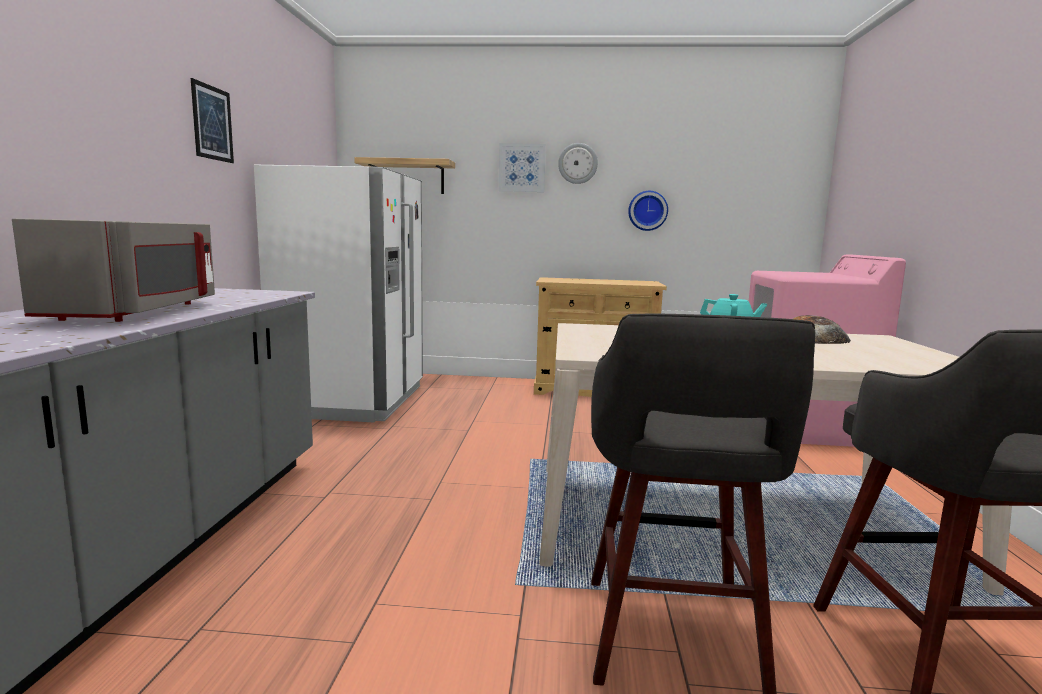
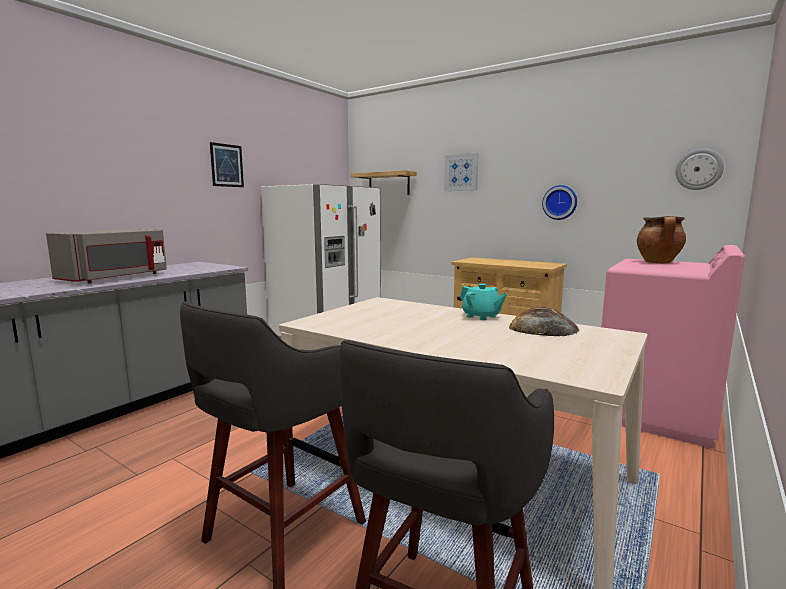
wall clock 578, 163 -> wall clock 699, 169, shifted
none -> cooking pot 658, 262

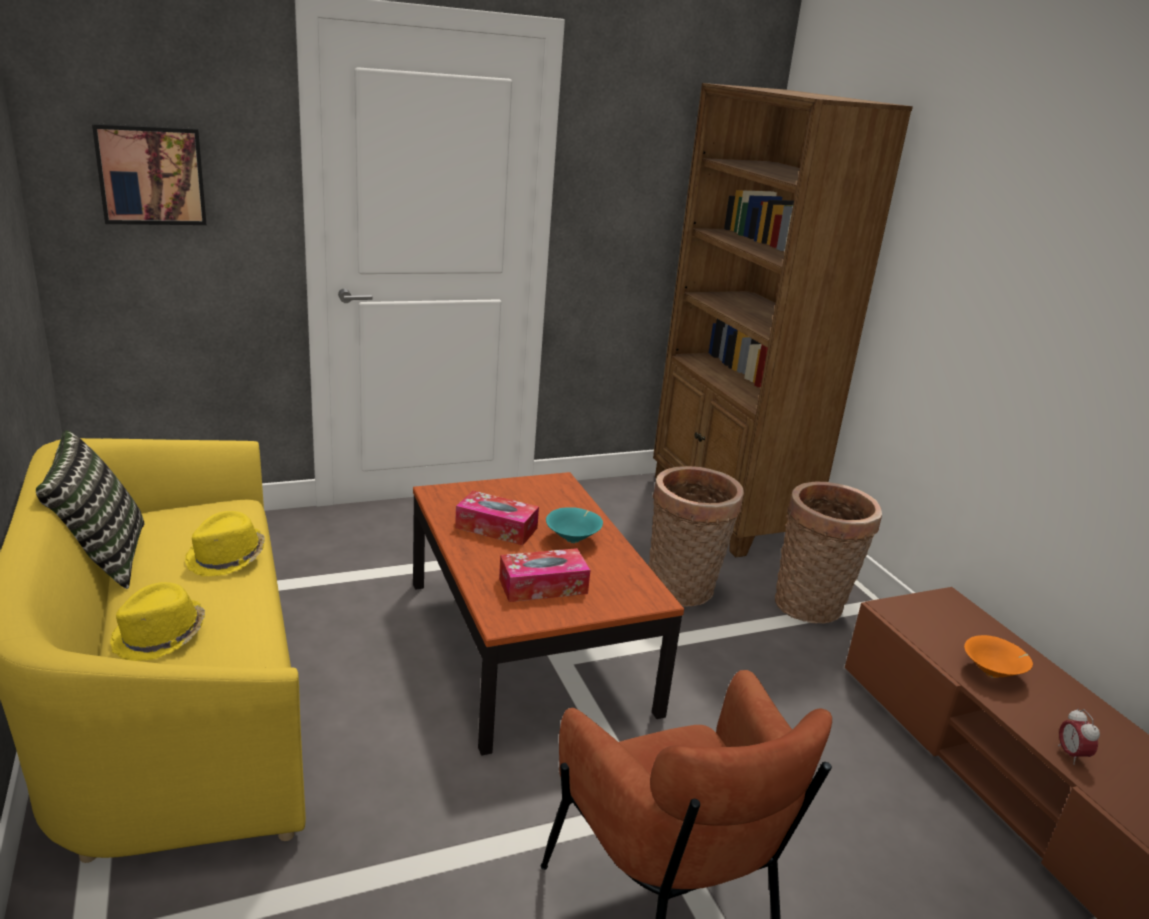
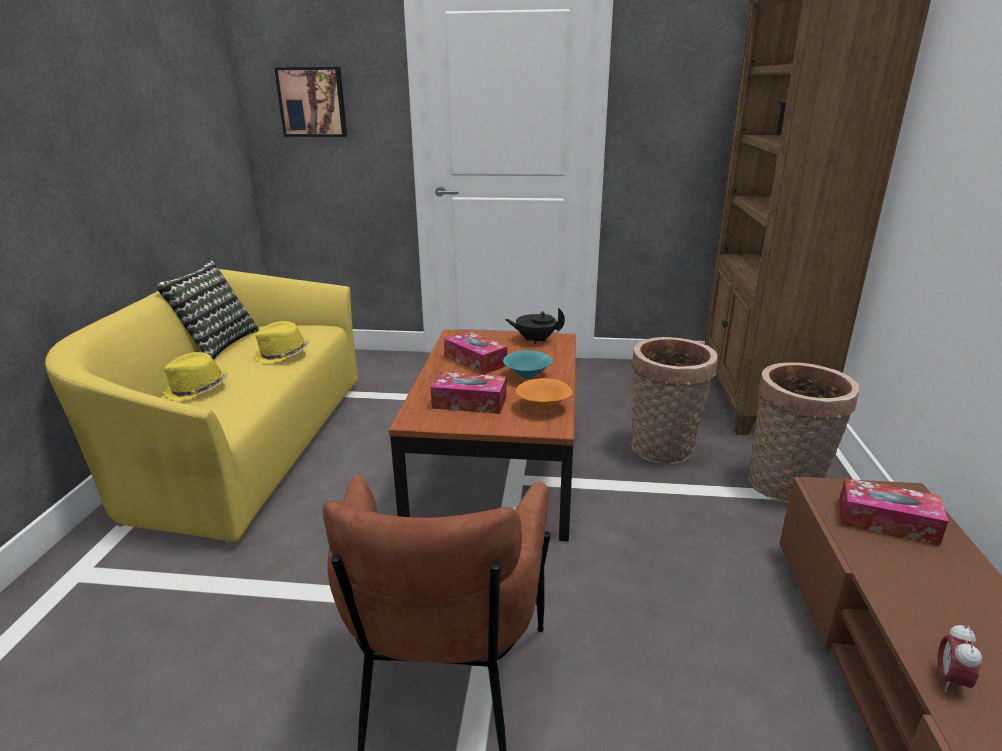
orange bowl 993, 673 -> orange bowl 544, 408, shifted
none -> black teapot 535, 340
none -> tissue box 886, 522

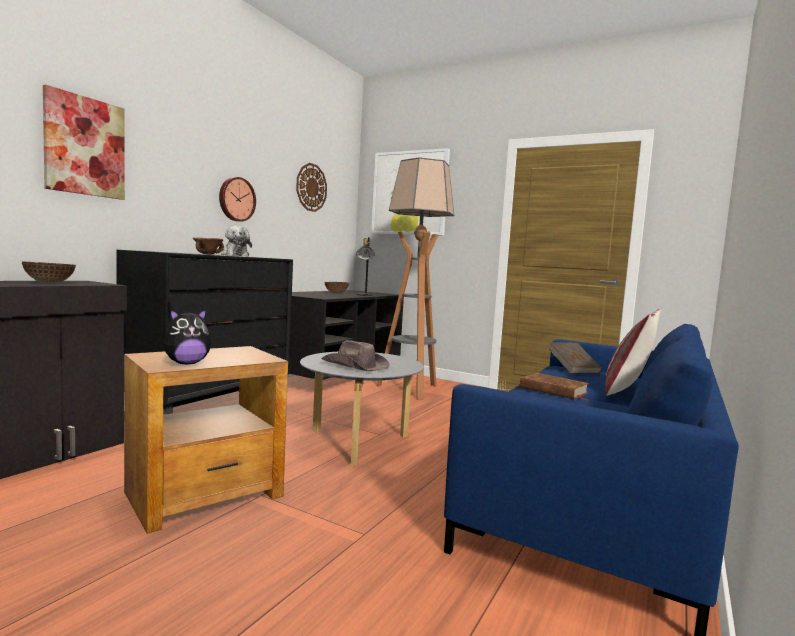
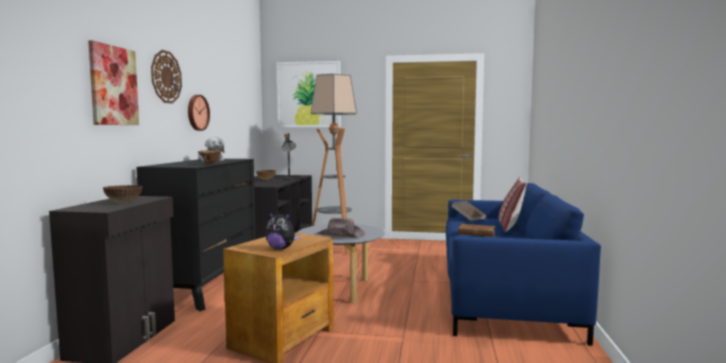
wall clock 311, 187 -> wall clock 166, 77, shifted
plush toy 187, 363 -> plush toy 281, 248, 75 degrees clockwise

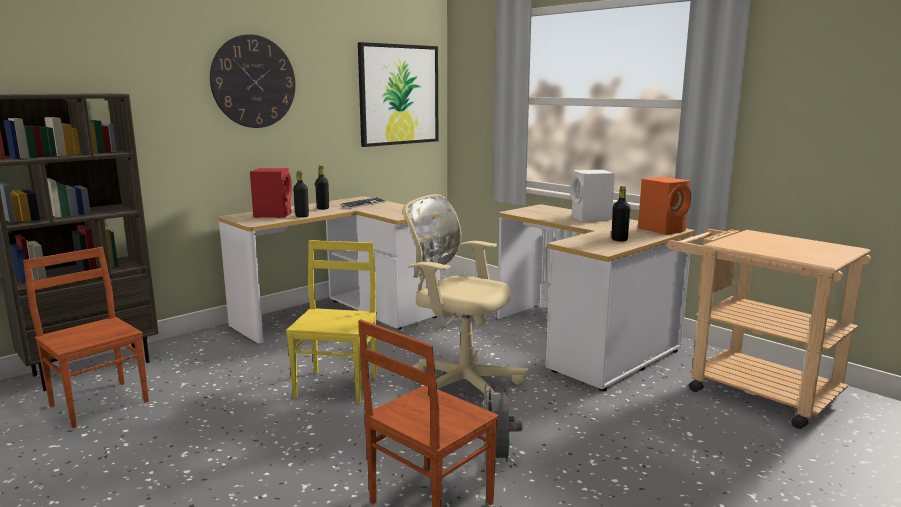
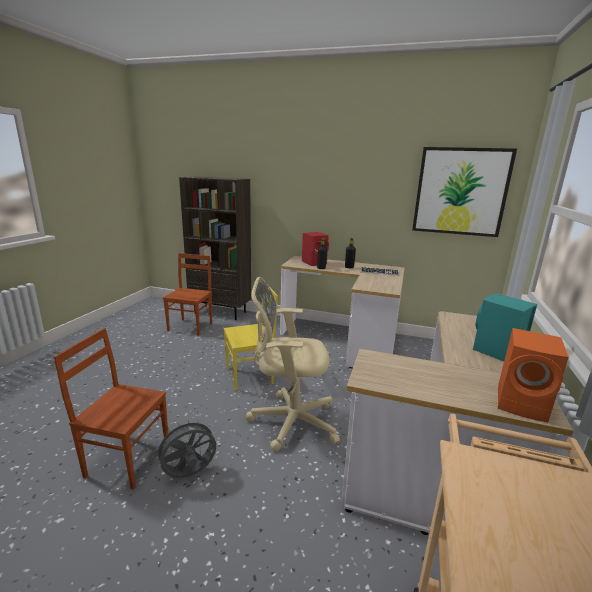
wall clock 253, 82 -> none
white speaker 591, 218 -> turquoise speaker 496, 352
black bottle 619, 240 -> none
beige office chair 461, 385 -> beige office chair 289, 421, 90 degrees counterclockwise

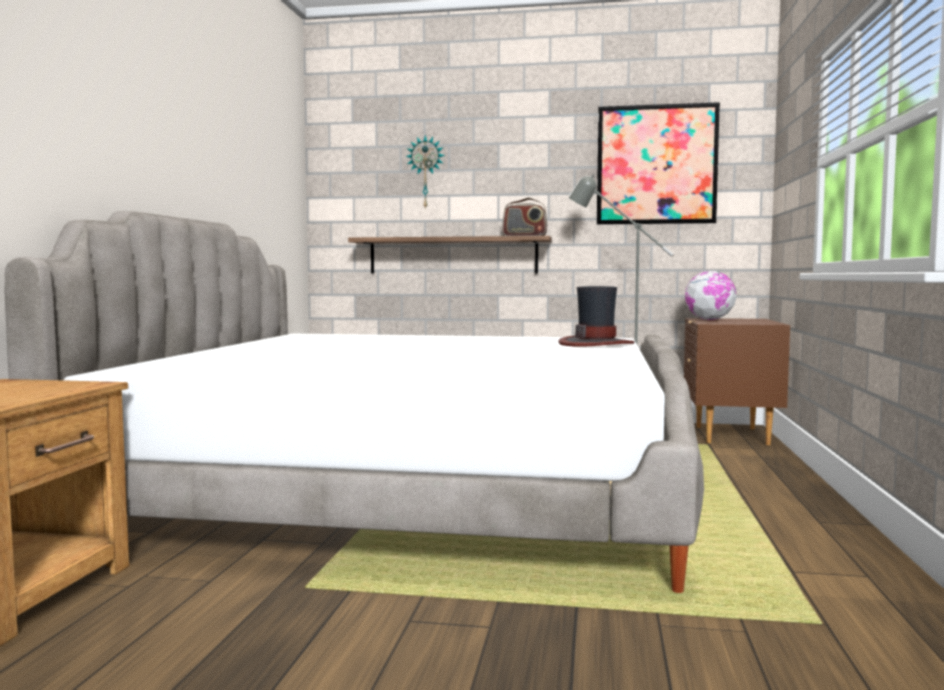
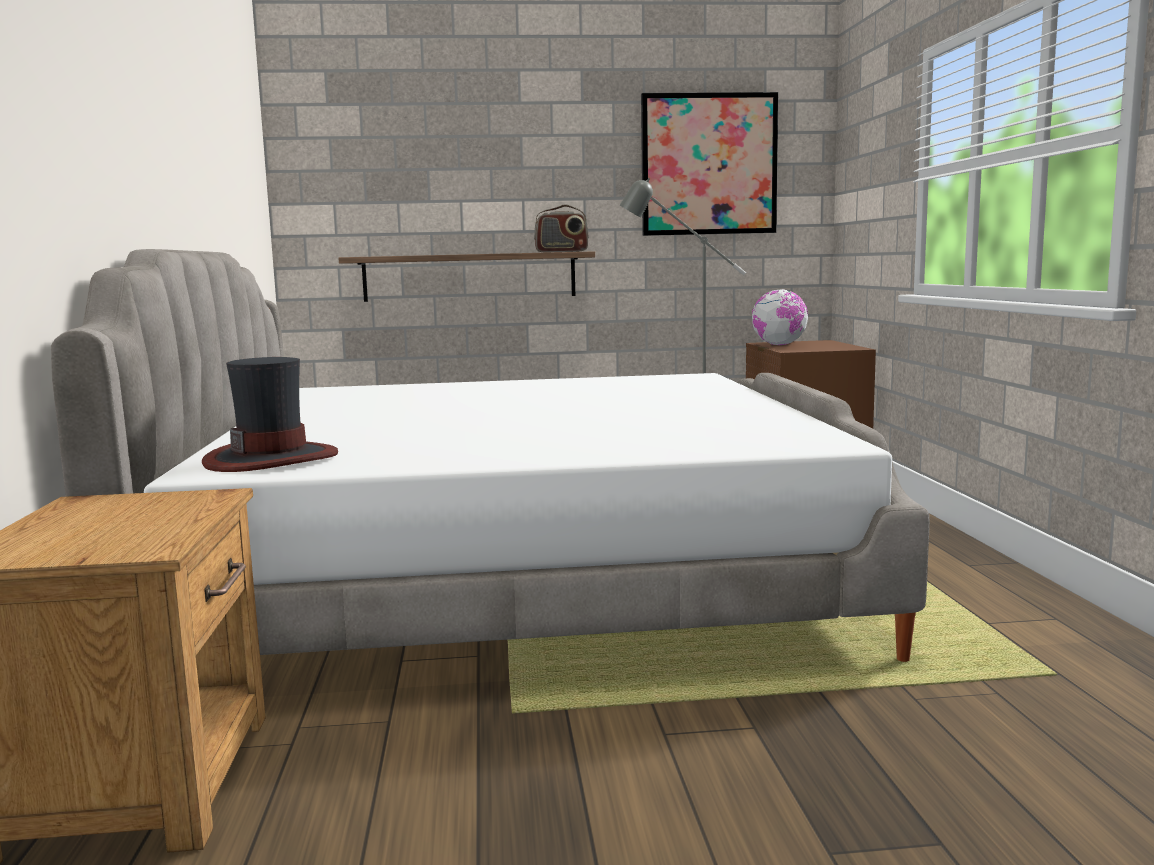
wall clock 426, 172 -> none
hat 596, 344 -> hat 272, 459, shifted

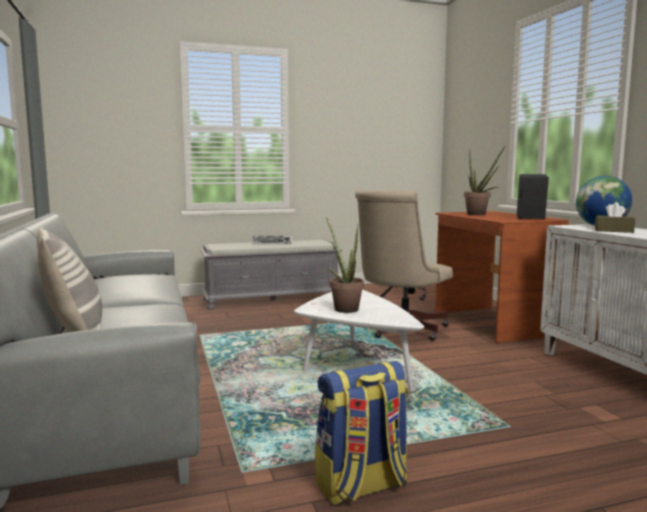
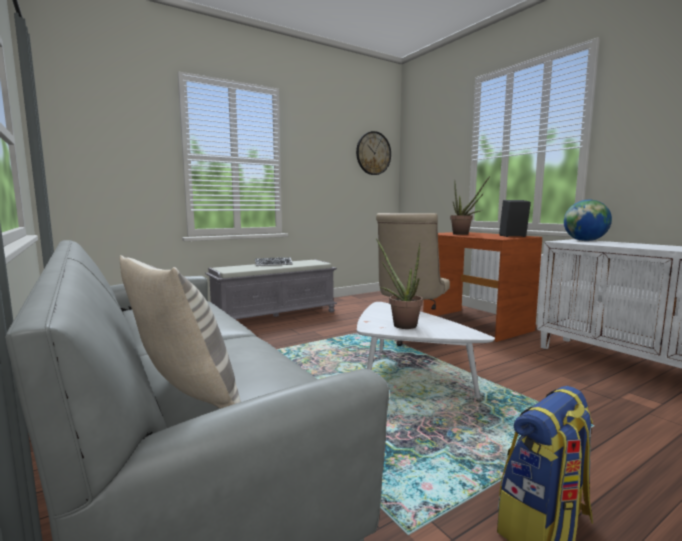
brown tissue box 613, 231 -> none
none -> wall clock 373, 153

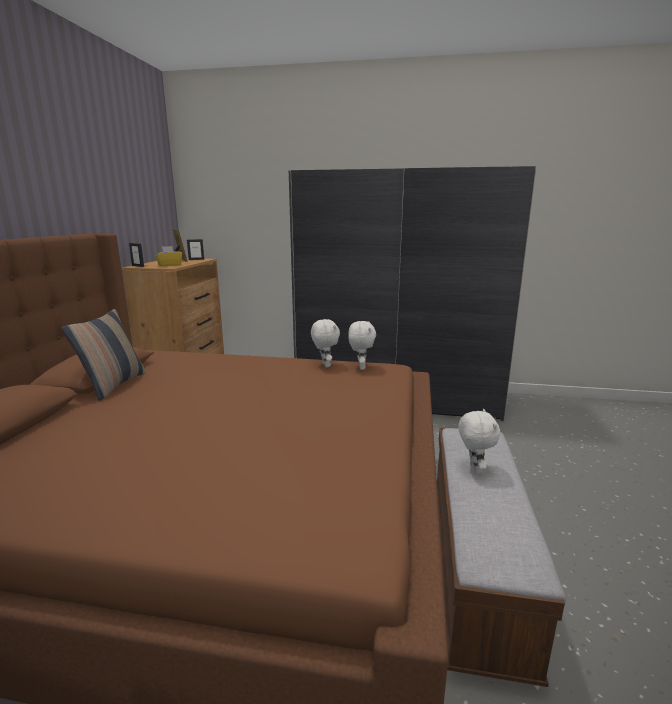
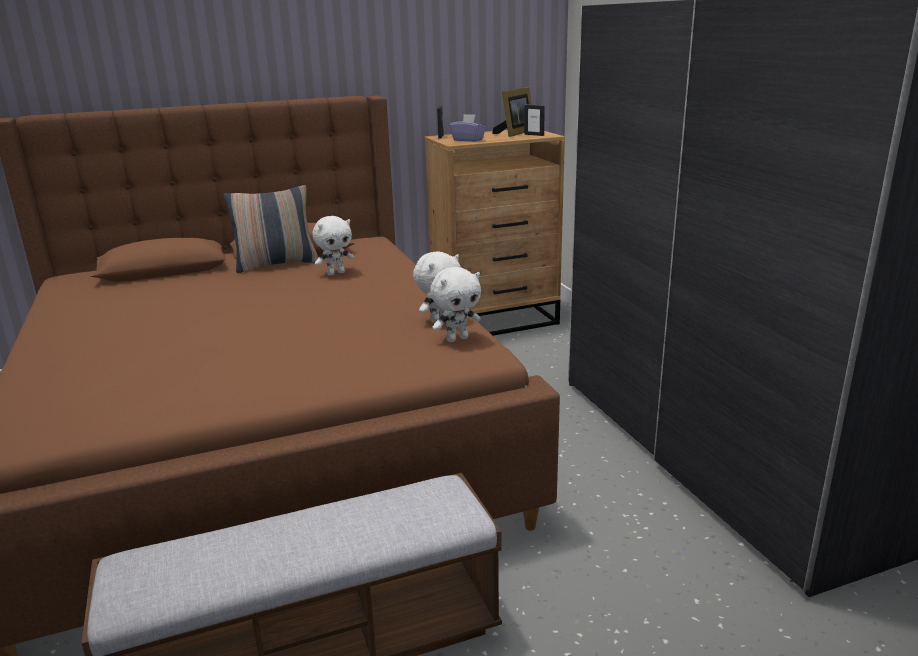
yellow tissue box 169, 265 -> purple tissue box 468, 140
white plush toy 474, 469 -> white plush toy 336, 273, shifted

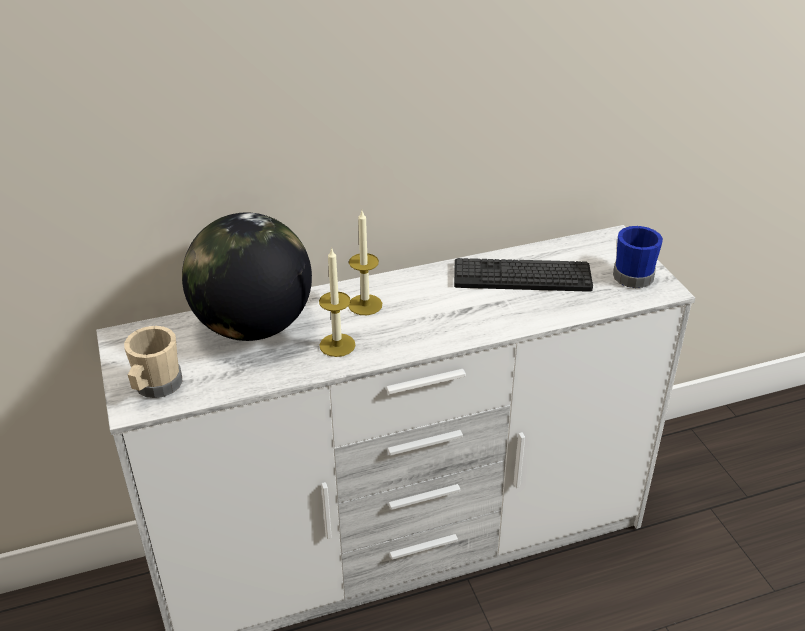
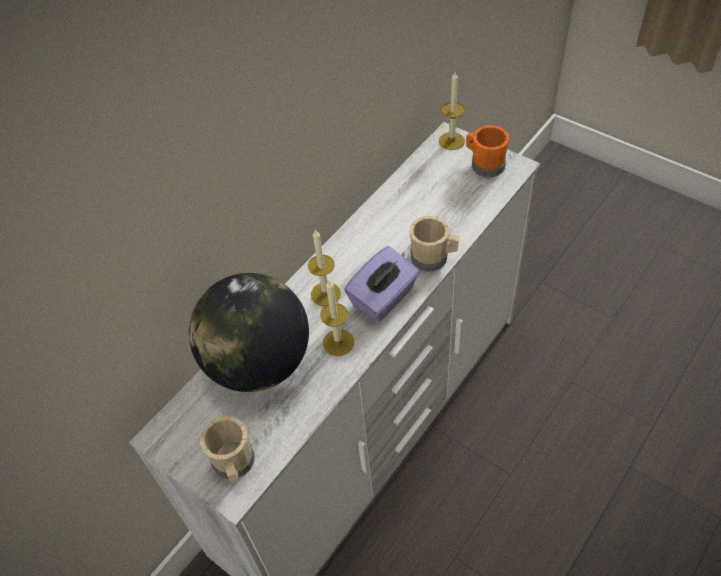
blue mug 630, 274 -> orange mug 484, 164
keyboard 522, 276 -> none
none -> candle 451, 141
none -> beige mug 433, 258
none -> purple tissue box 384, 298

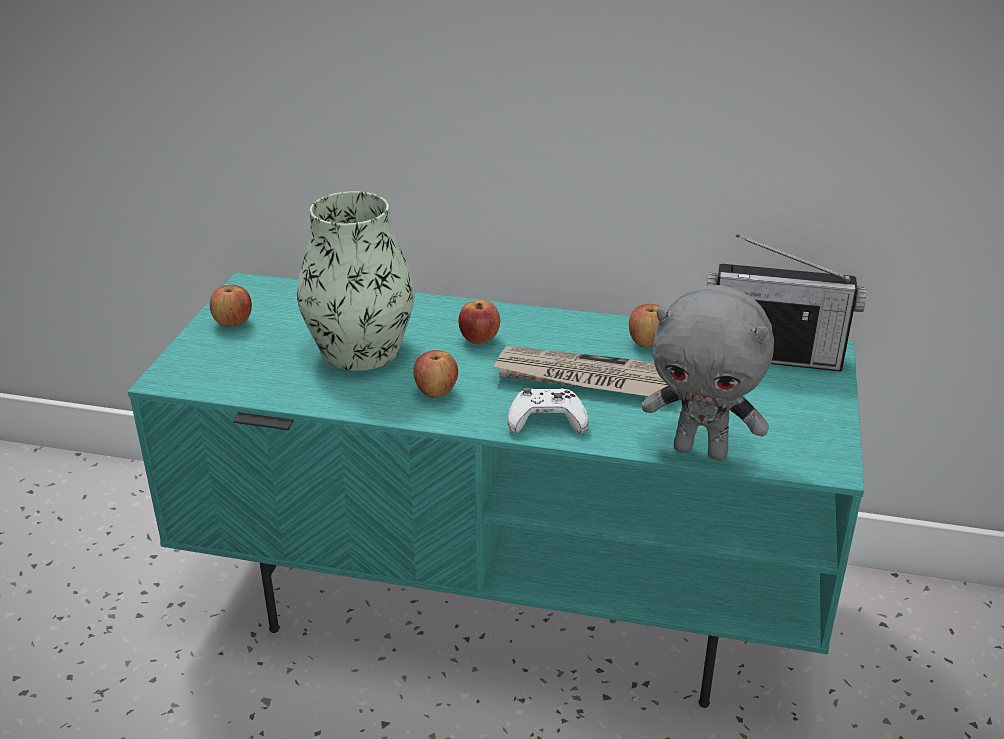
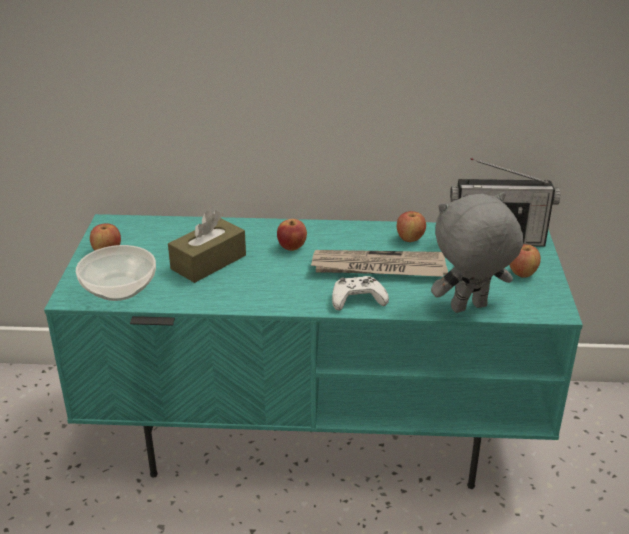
vase 360, 349 -> brown tissue box 208, 262
grey plush toy 701, 450 -> grey plush toy 469, 309, 150 degrees clockwise
apple 436, 392 -> apple 522, 273, shifted
none -> bowl 118, 288

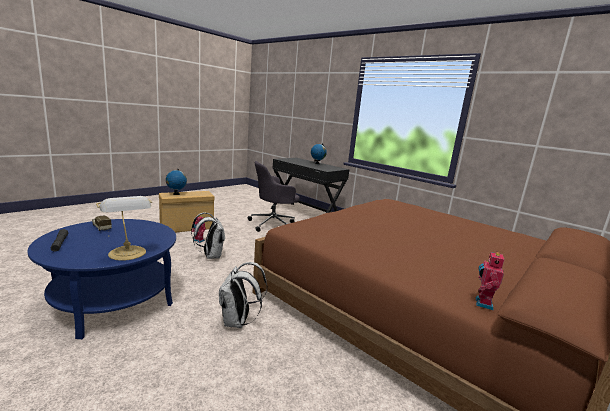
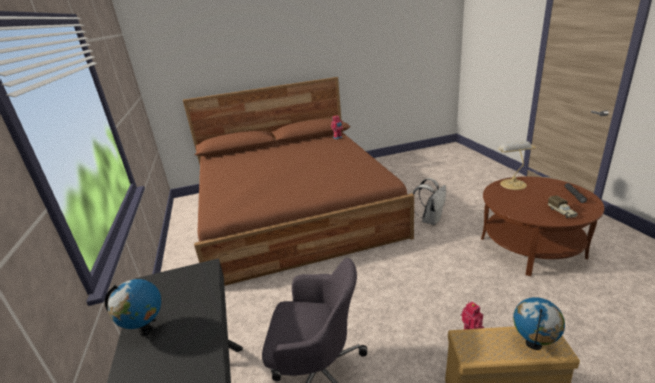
white backpack 210, 256 -> none
blue coffee table 113, 301 -> brown coffee table 531, 247

